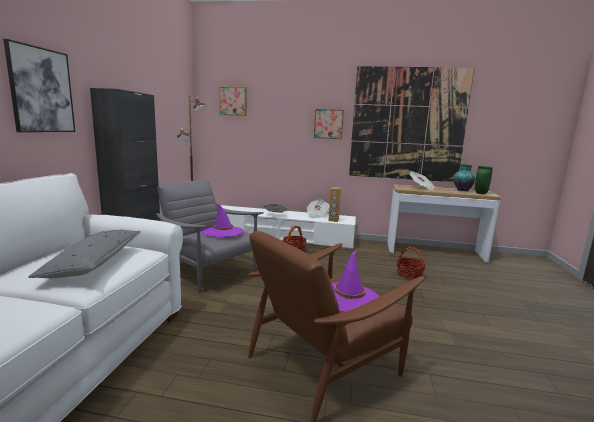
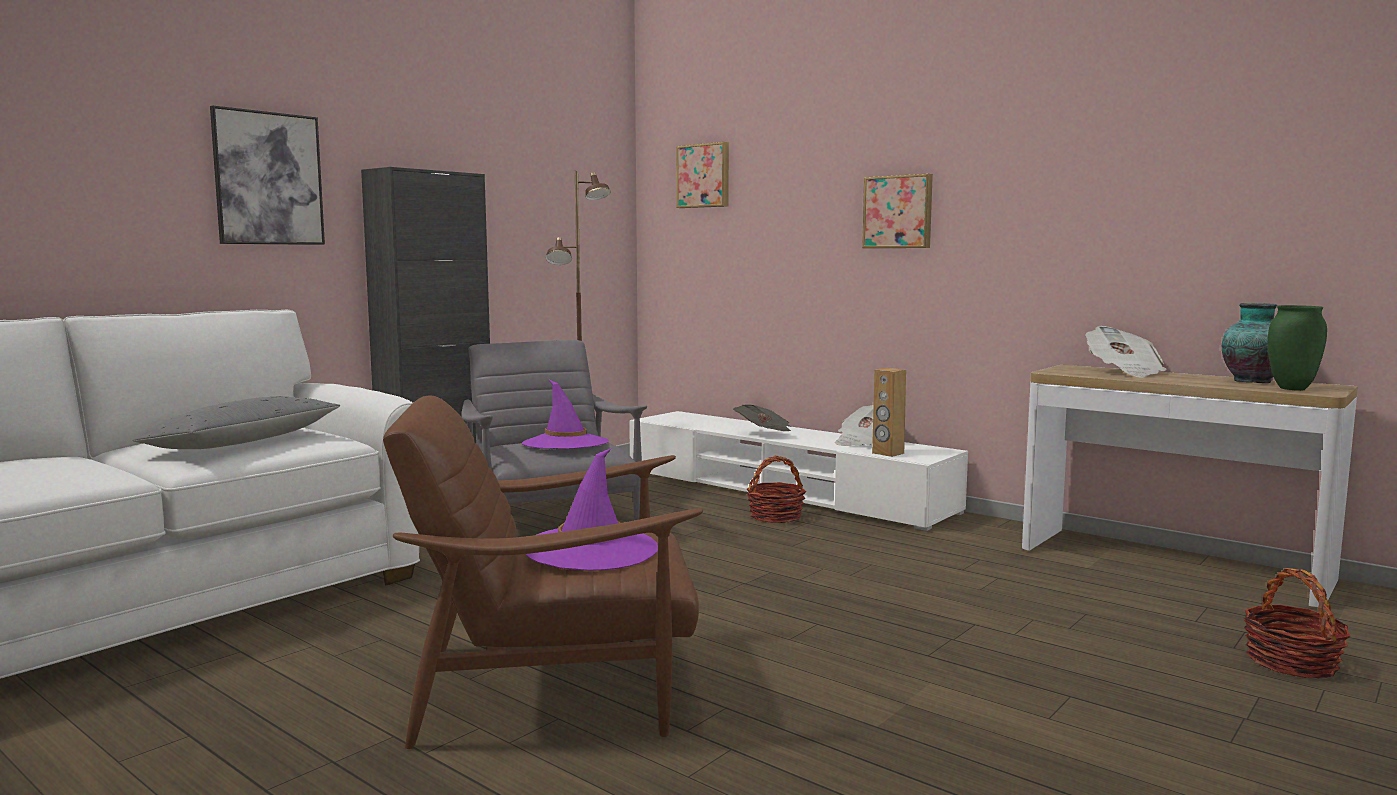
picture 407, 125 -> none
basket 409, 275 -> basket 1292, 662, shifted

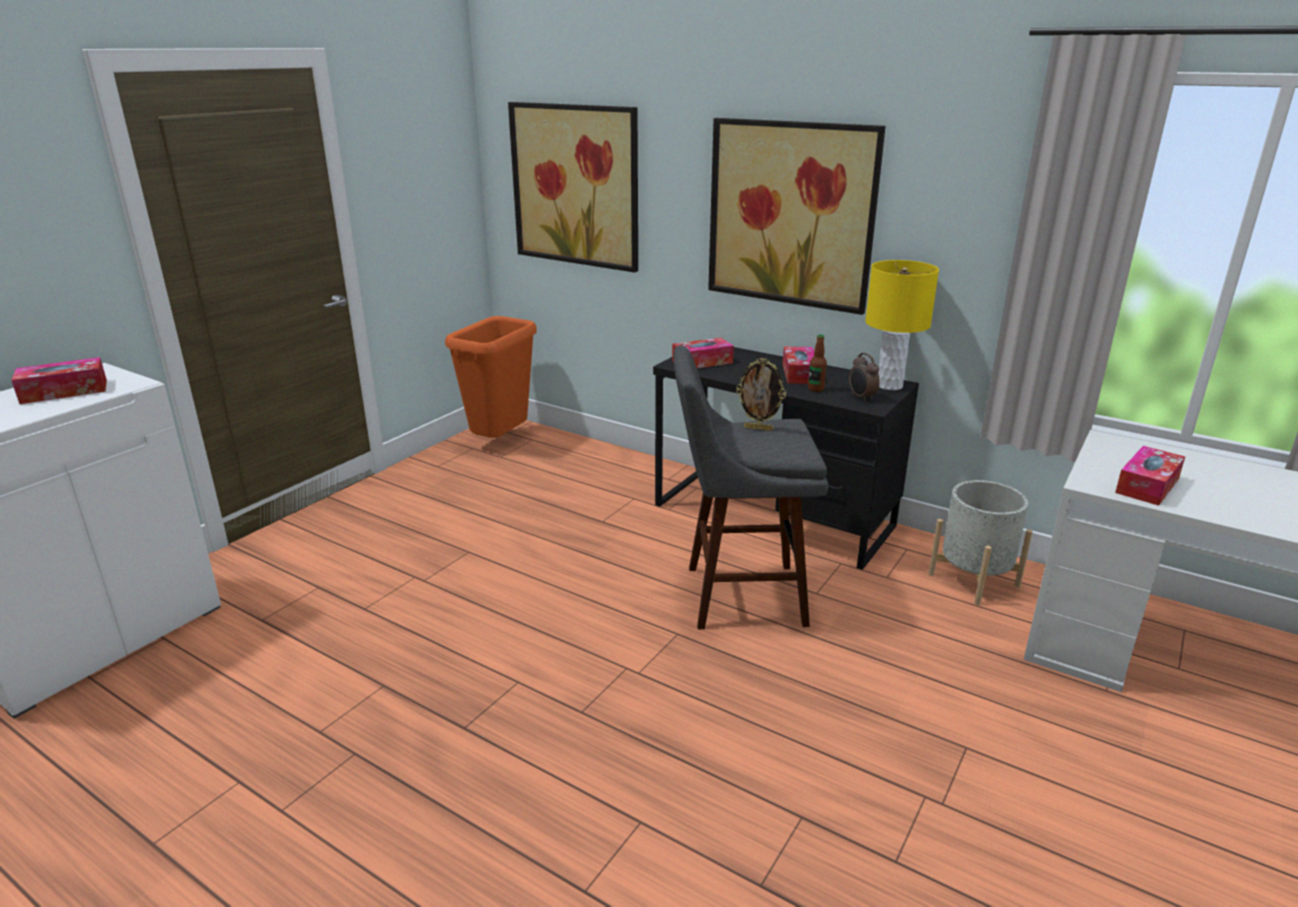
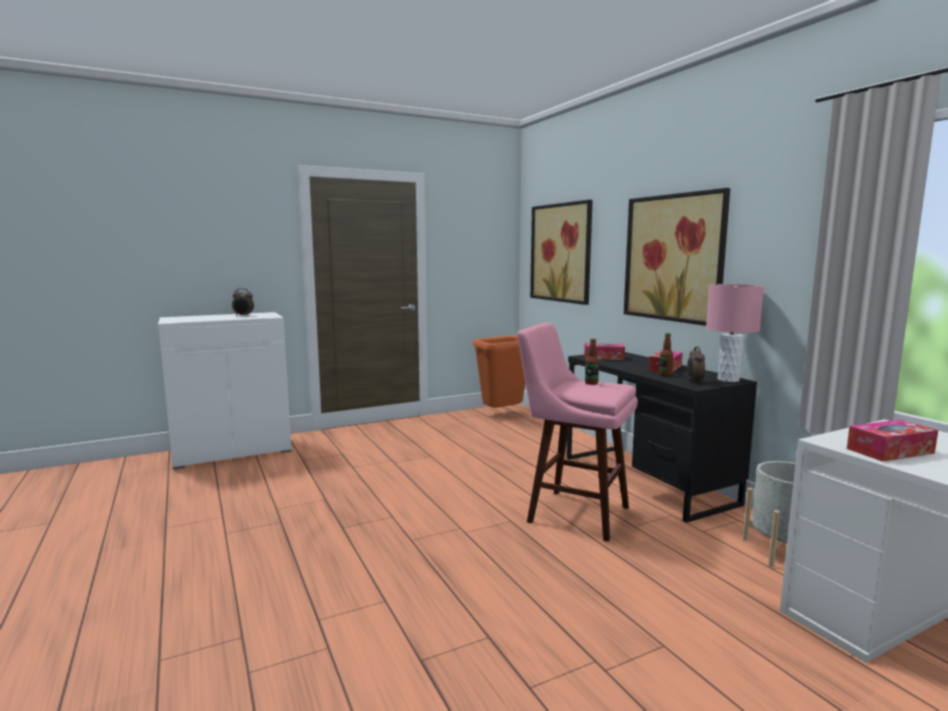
yellow table lamp 890, 386 -> pink table lamp 728, 380
grey stool 738, 595 -> pink stool 573, 513
tissue box 64, 391 -> alarm clock 243, 316
picture frame 759, 428 -> bottle 591, 383

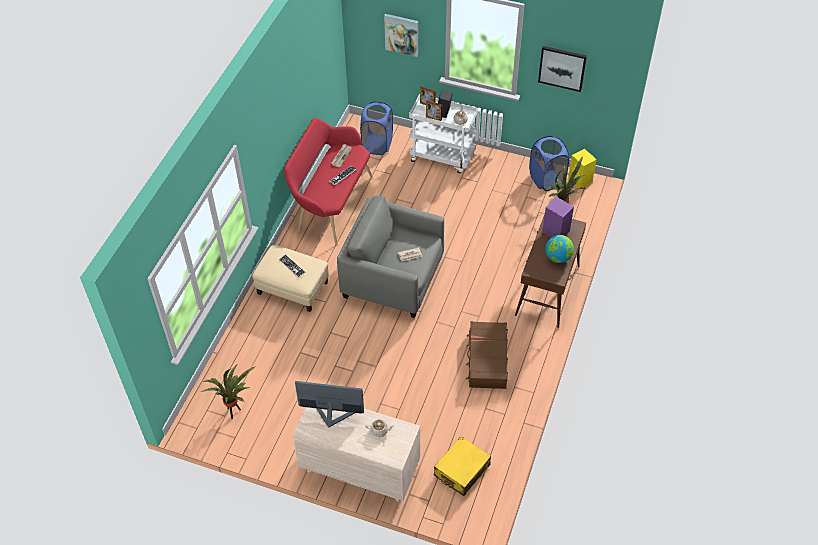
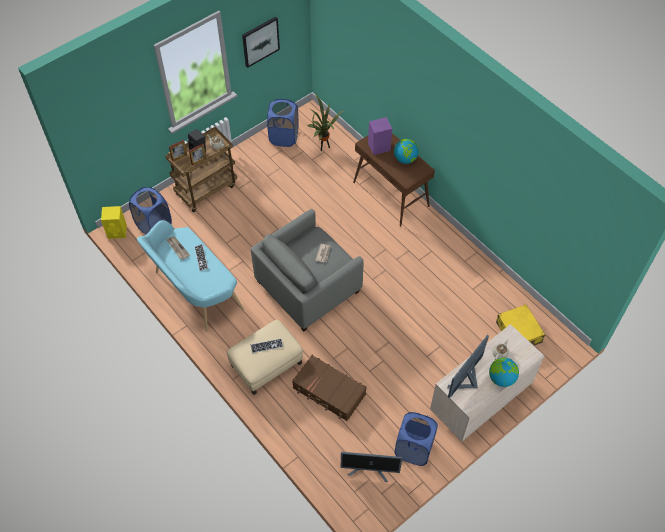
picture 401, 34 -> none
white cart 443, 157 -> brown cart 206, 189
red bench 331, 204 -> turquoise bench 194, 292
yellow speaker 580, 180 -> yellow speaker 118, 232, shifted
brown suitcase 487, 360 -> brown suitcase 329, 392, shifted
potted plant 234, 412 -> monitor 370, 470
none -> globe 501, 378
none -> blue laundry basket 413, 449

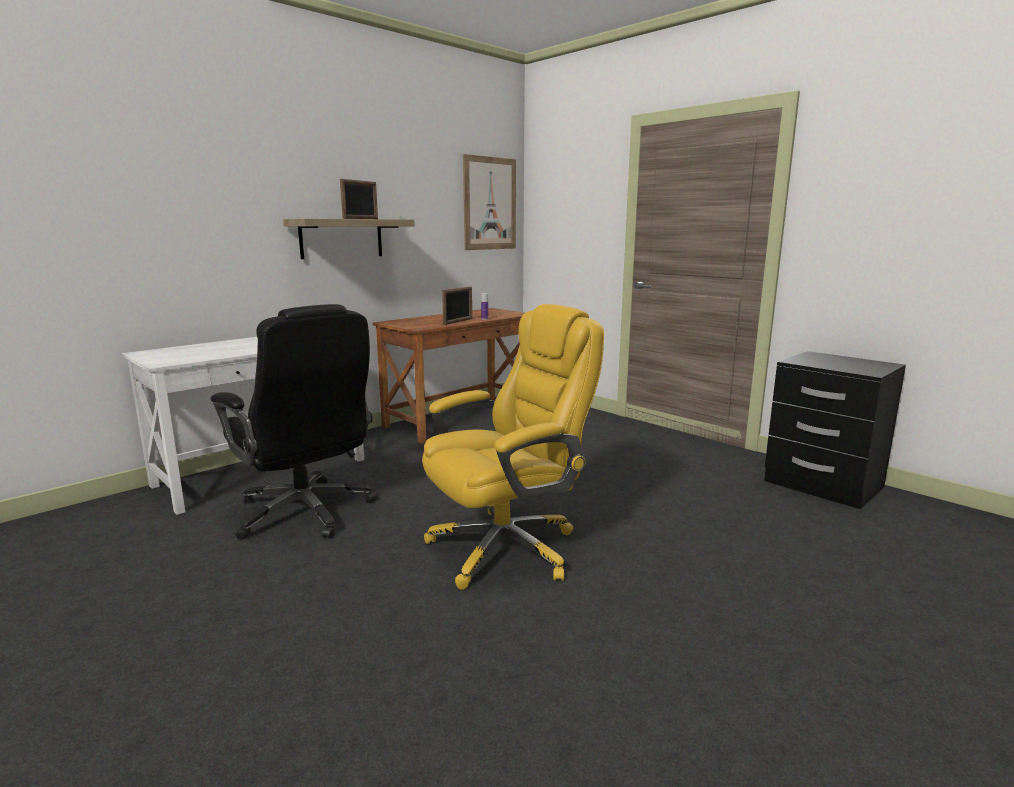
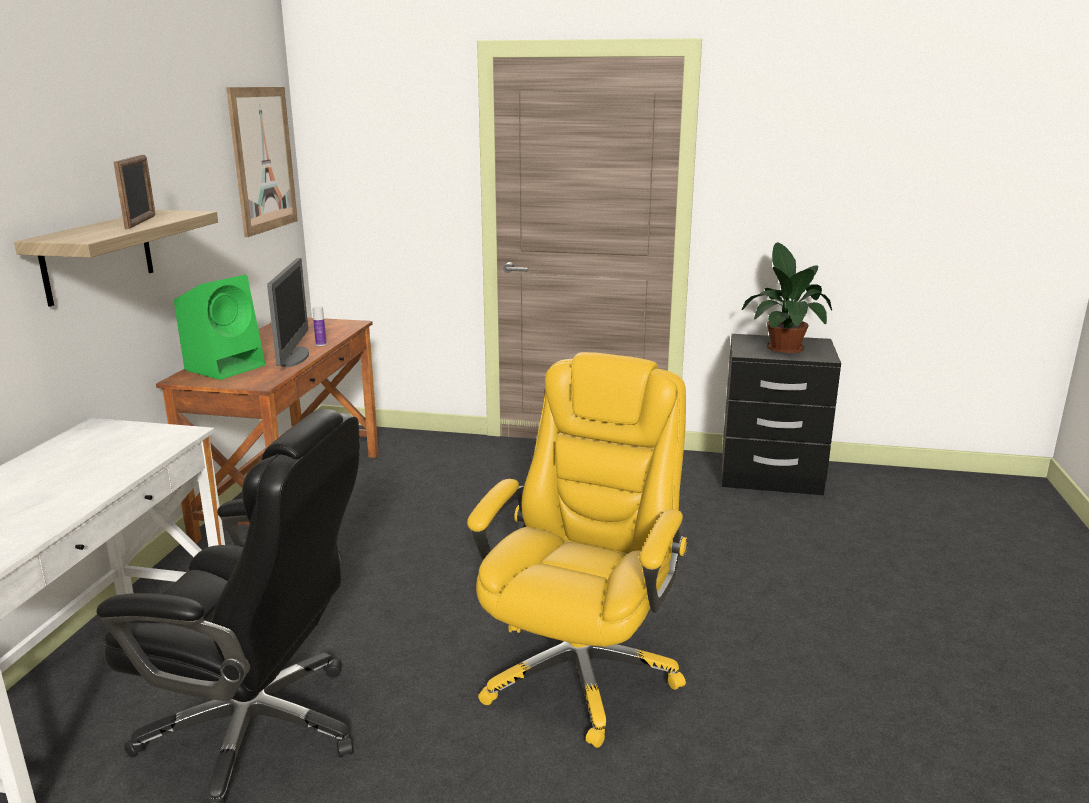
picture frame 458, 321 -> monitor 293, 357
none -> potted plant 784, 346
none -> green speaker 226, 367

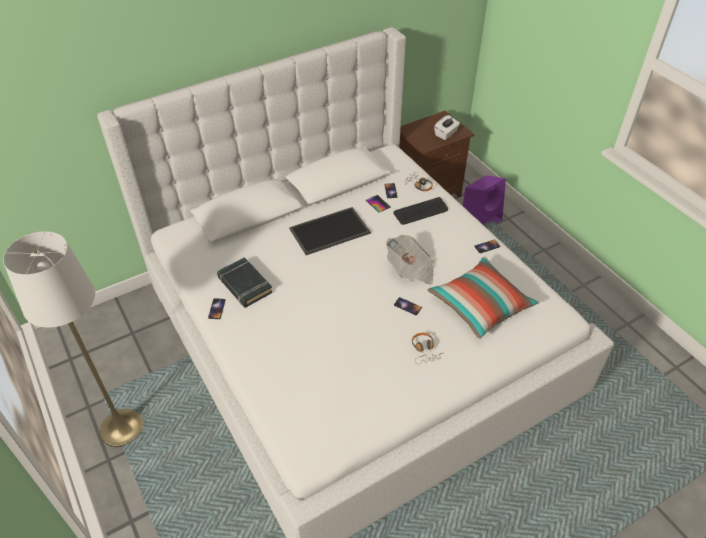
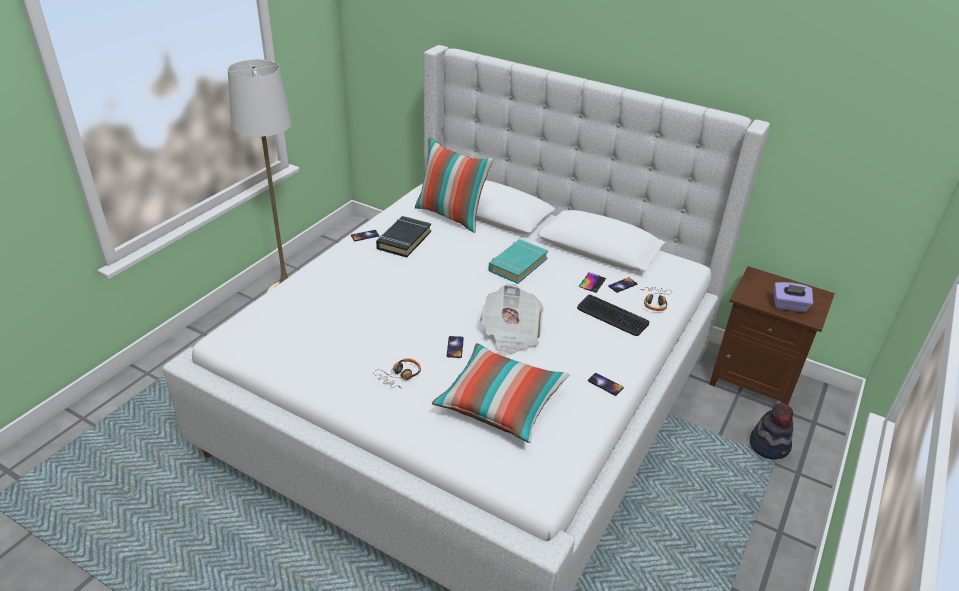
white tissue box 446, 134 -> purple tissue box 789, 306
purple speaker 481, 217 -> hat 769, 445
tray 329, 232 -> turquoise book 517, 265
none -> pillow 451, 216

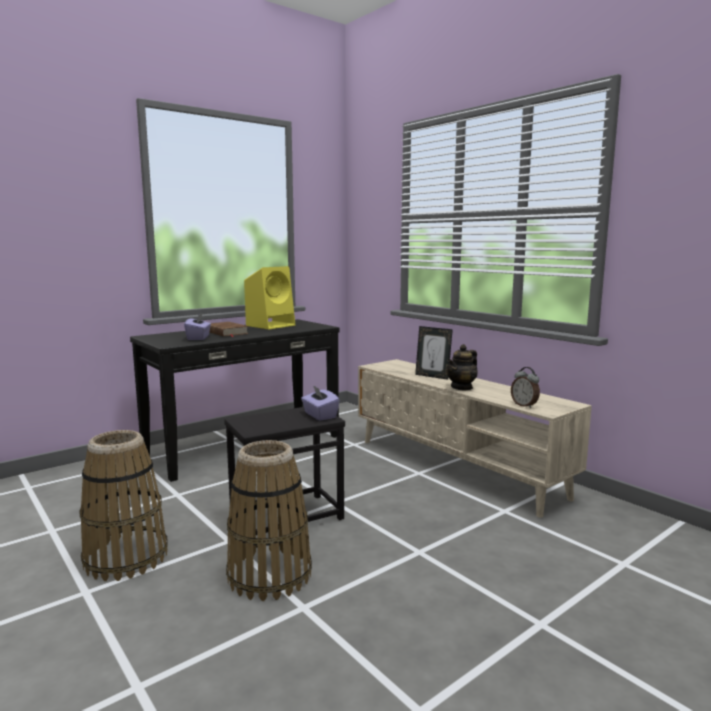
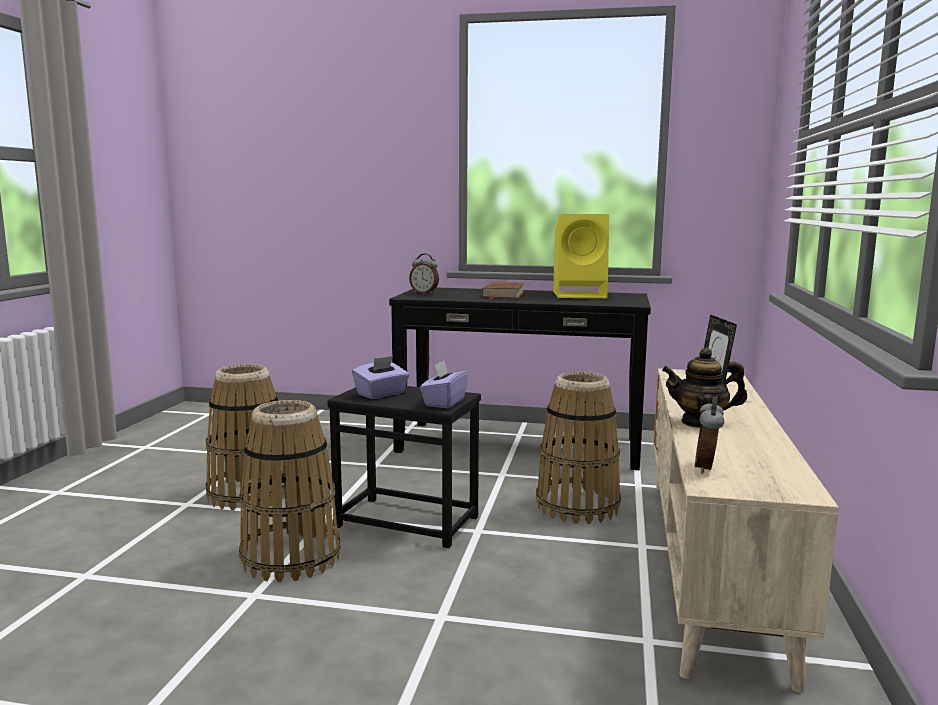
purple tissue box 199, 338 -> purple tissue box 381, 394, shifted
none -> alarm clock 424, 293
none -> basket 578, 506

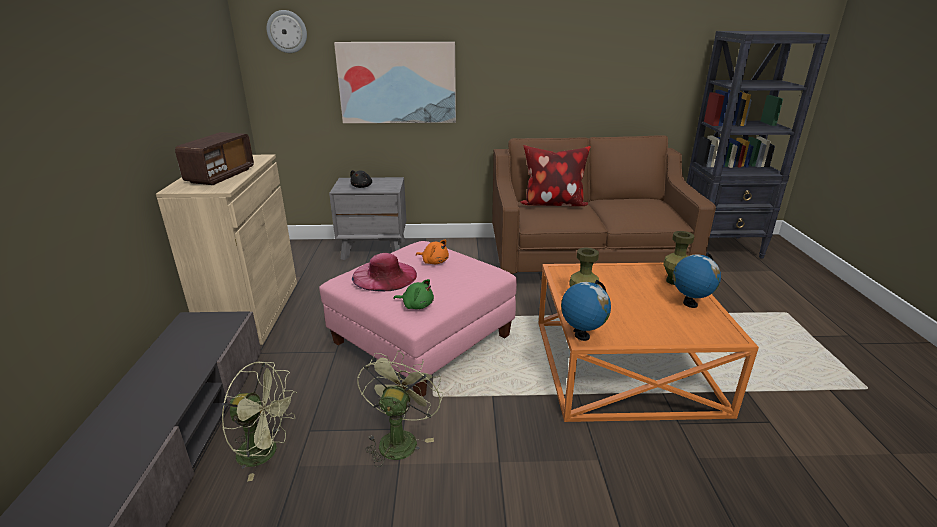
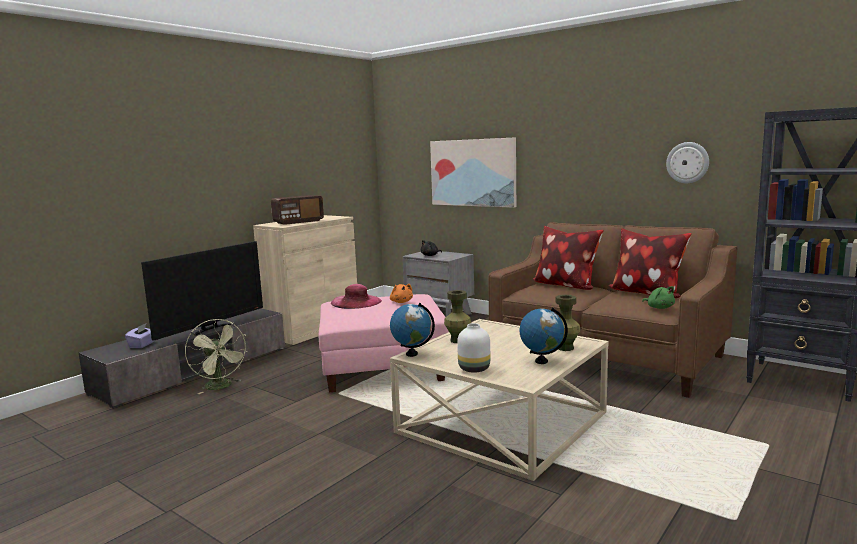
wall clock 287, 31 -> wall clock 687, 162, shifted
orange coffee table 624, 364 -> beige coffee table 502, 422
green plush toy 416, 305 -> green plush toy 659, 307, shifted
green fan 399, 438 -> none
none -> pillow 646, 293
none -> television 211, 329
none -> purple tissue box 142, 345
none -> white vase 475, 369

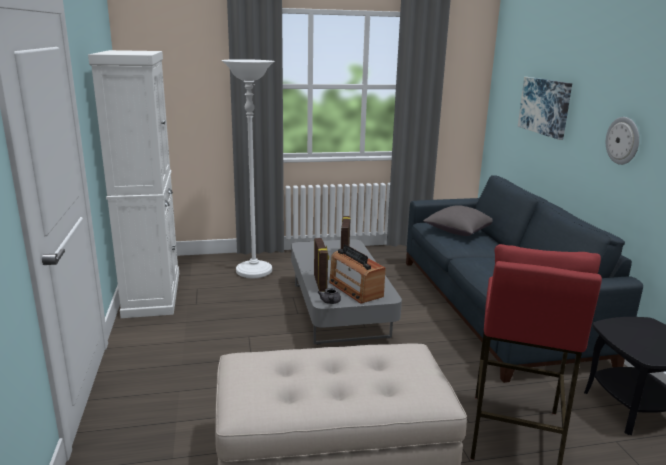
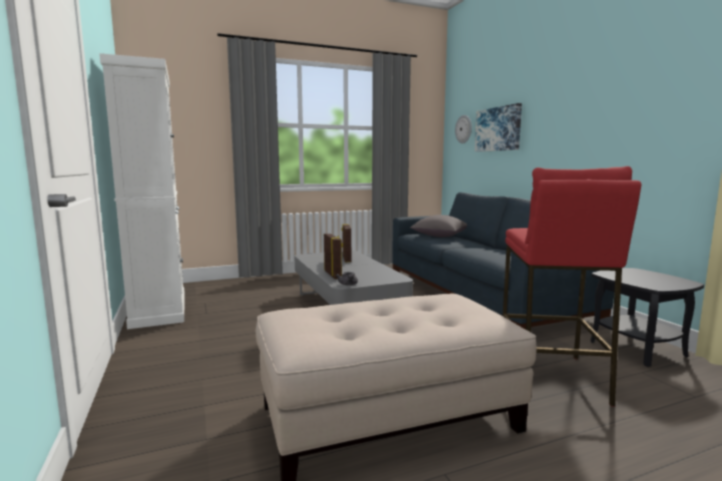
white floor lamp 254, 271 -> none
wall clock 623, 140 -> wall clock 464, 129, shifted
radio 355, 289 -> none

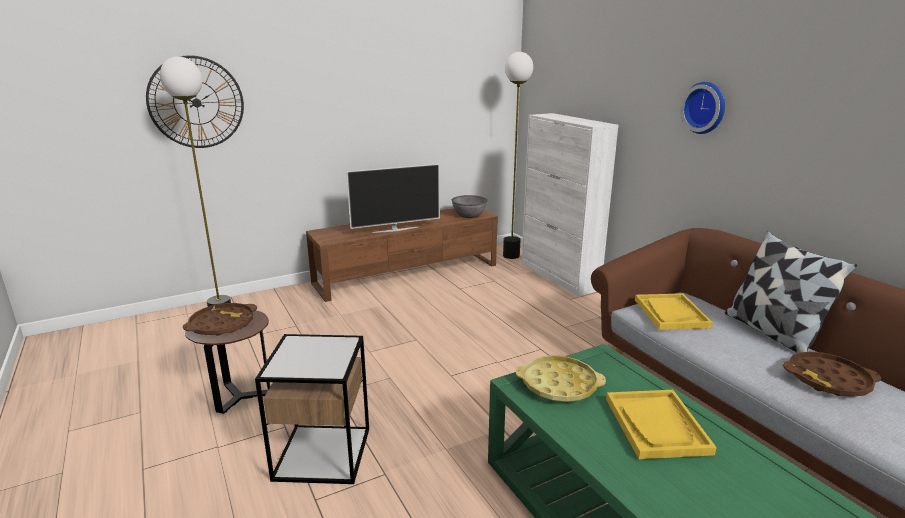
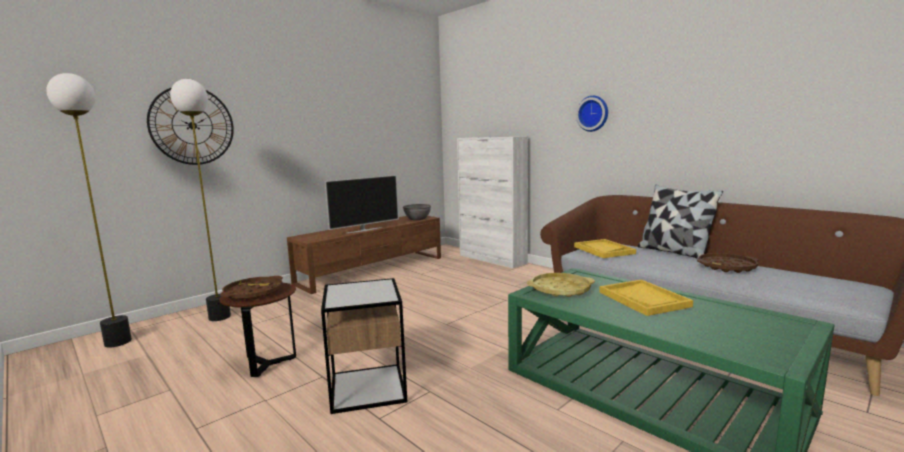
floor lamp 511, 255 -> floor lamp 118, 342, shifted

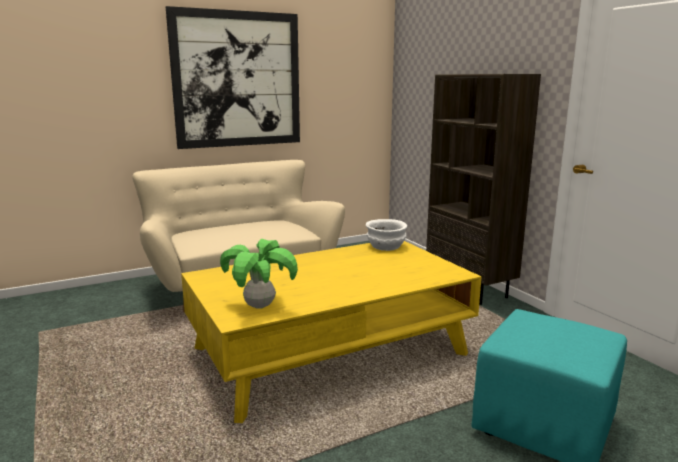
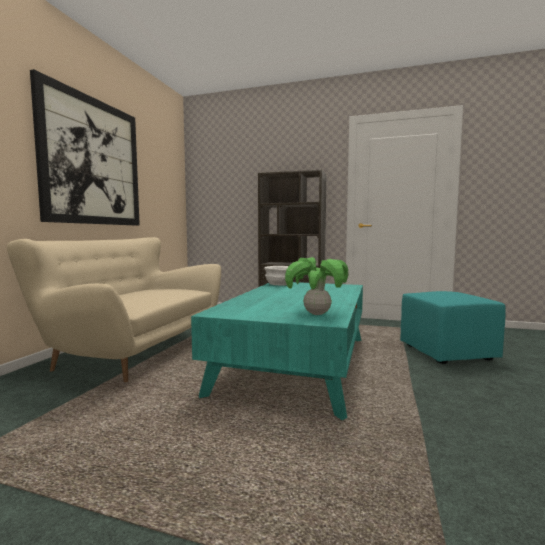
yellow coffee table 331, 351 -> turquoise coffee table 297, 363

